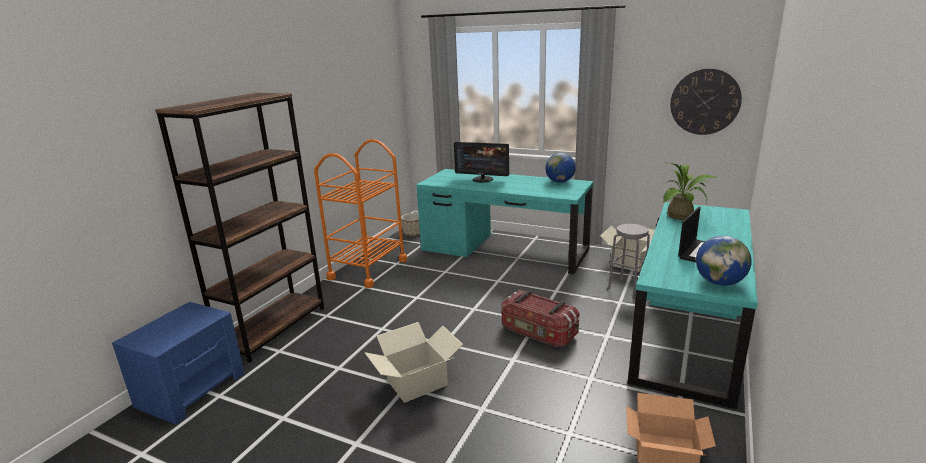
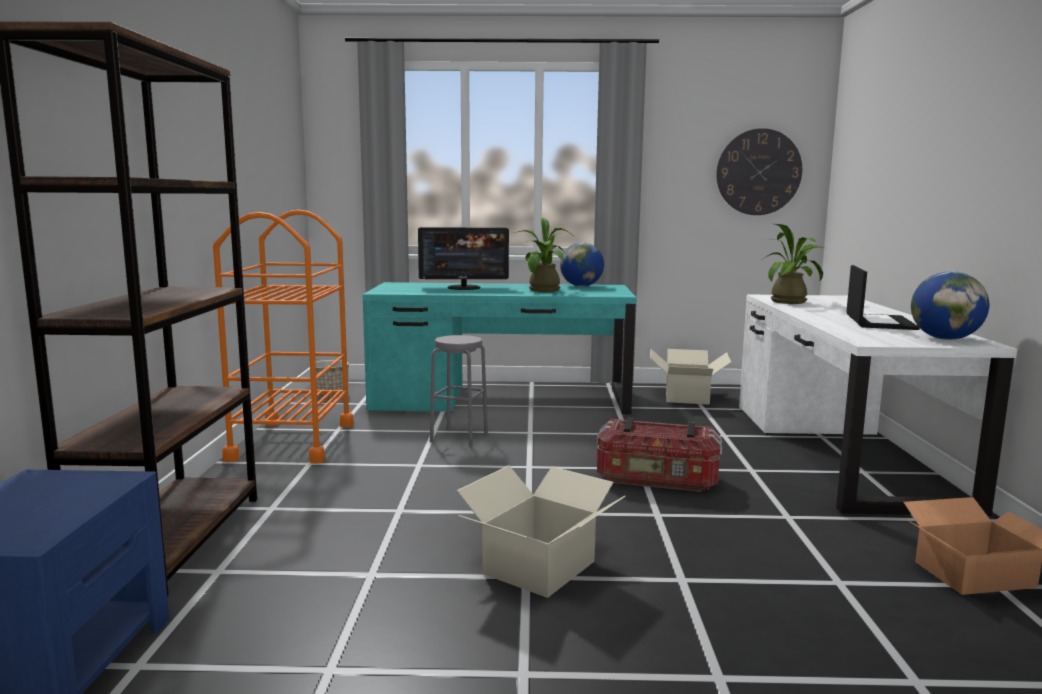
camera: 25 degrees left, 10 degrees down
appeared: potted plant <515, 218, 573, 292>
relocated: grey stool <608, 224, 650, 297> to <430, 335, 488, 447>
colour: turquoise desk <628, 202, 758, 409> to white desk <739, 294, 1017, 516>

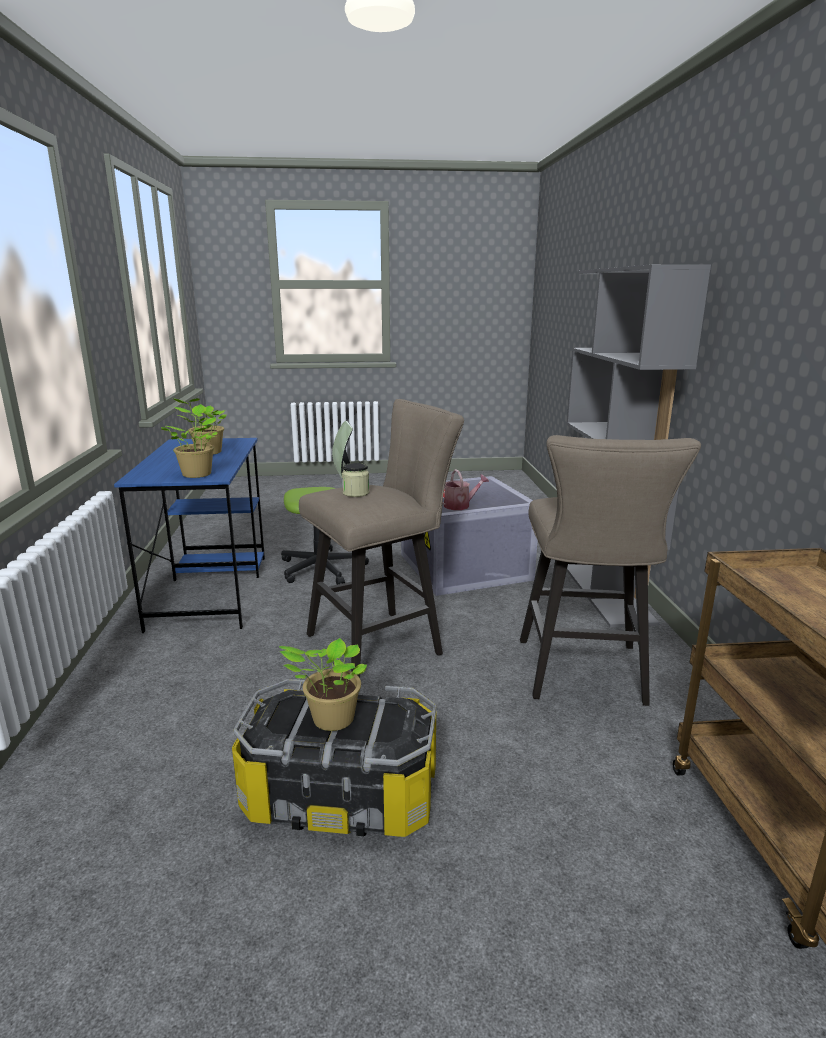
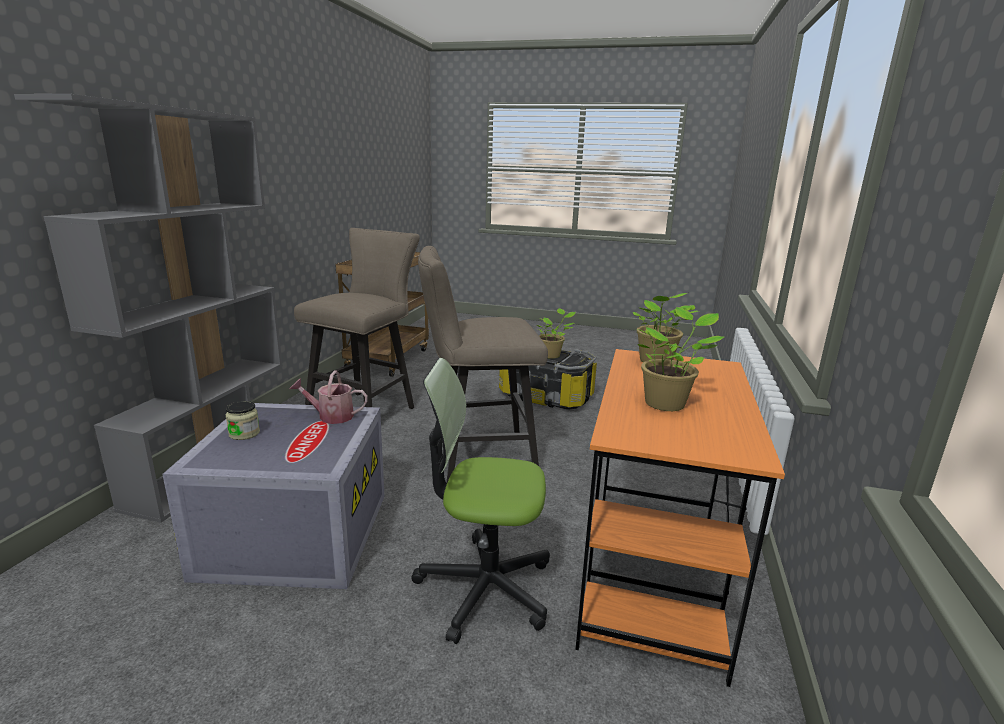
camera: 160 degrees left, 0 degrees up
relocated: jar <342, 463, 369, 497> to <226, 401, 260, 440>
colour: blue desk <114, 438, 265, 633> to orange desk <575, 349, 785, 687>

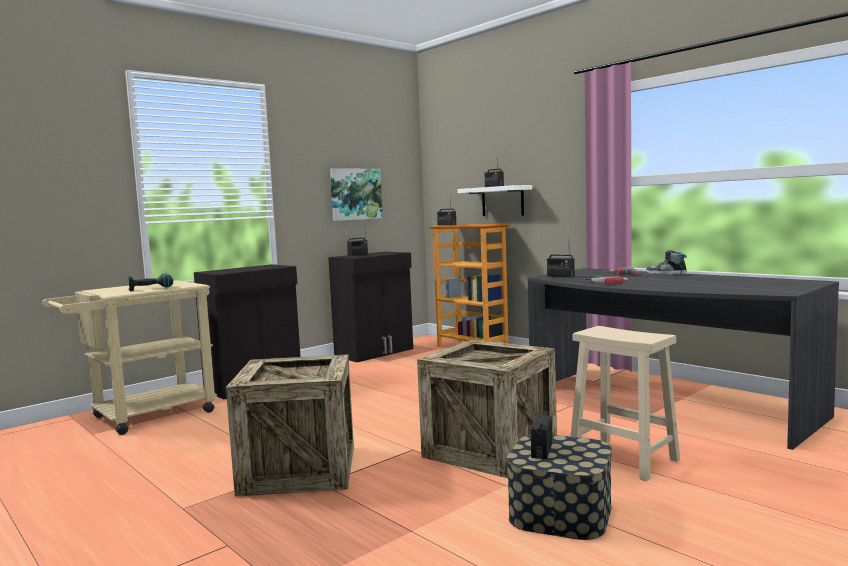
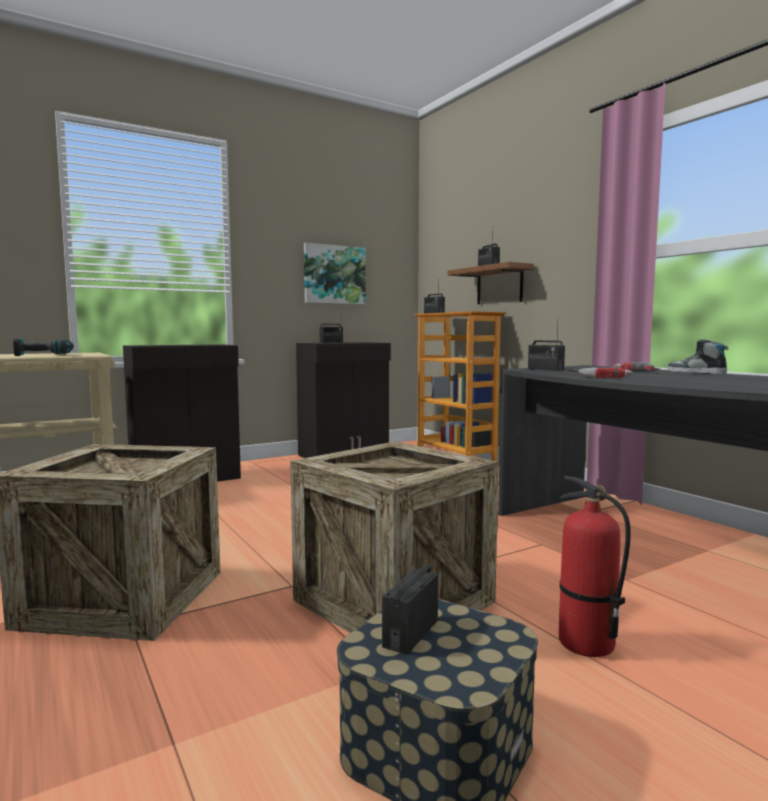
camera: 10 degrees right, 0 degrees up
exchanged: beige stool <571, 326, 680, 482> to fire extinguisher <559, 476, 631, 657>
colour: white shelf <457, 185, 532, 216> to brown shelf <448, 262, 534, 304>

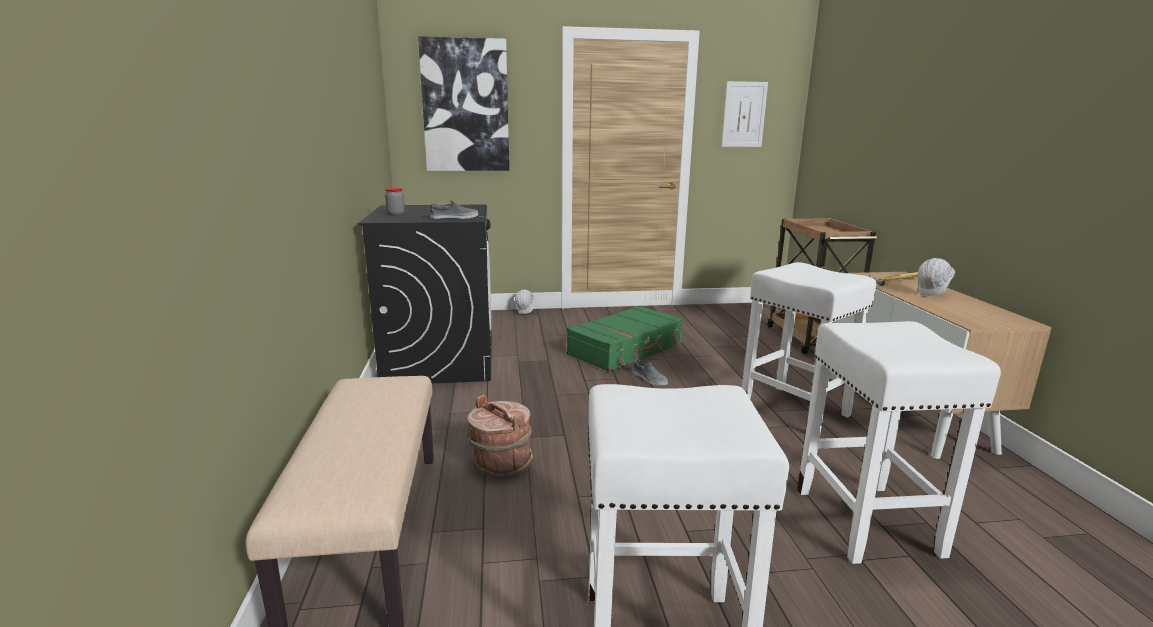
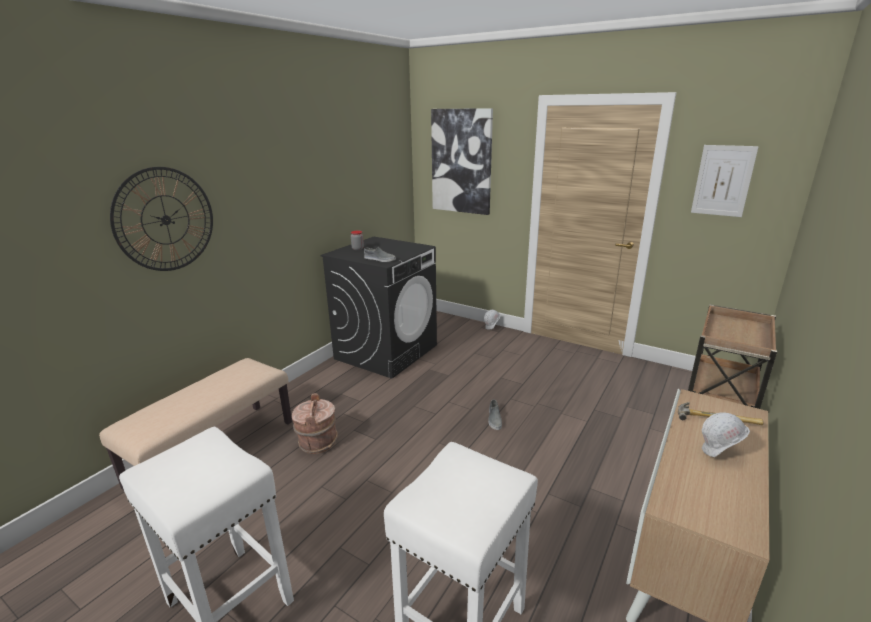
camera: 40 degrees right, 5 degrees up
missing: green suitcase <566, 305, 683, 372>; white stool <742, 262, 876, 417>
appeared: wall clock <110, 167, 213, 271>

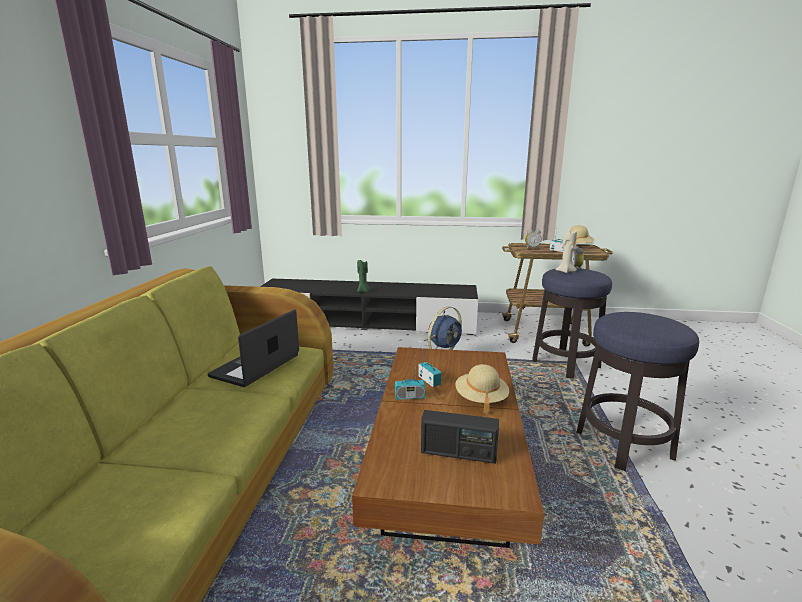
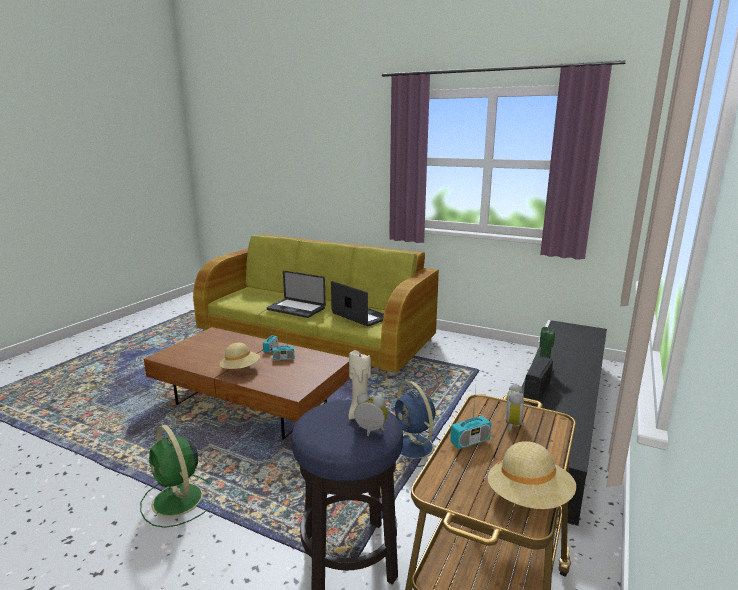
camera: 110 degrees right, 0 degrees up
appeared: laptop <267, 271, 326, 318>
relocated: radio <421, 410, 499, 464> to <524, 356, 553, 401>
exchanged: stool <576, 312, 699, 471> to green fan <140, 425, 212, 528>

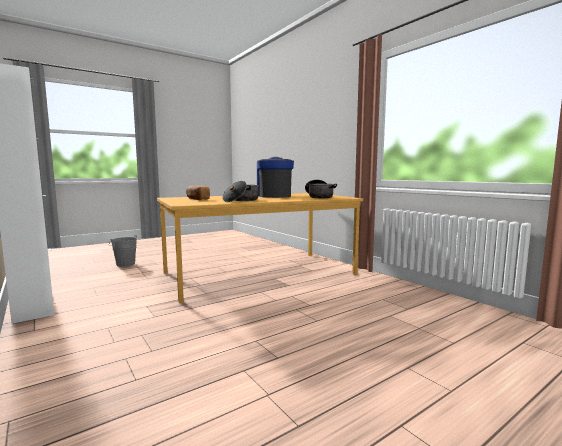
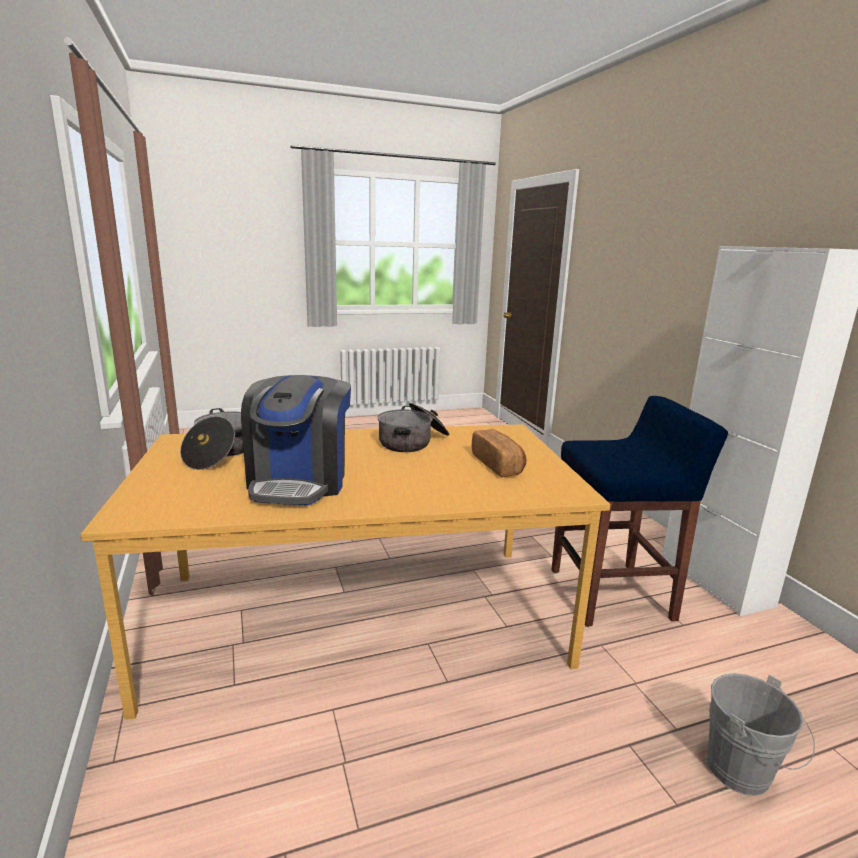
camera: 165 degrees left, 10 degrees up
appeared: blue stool <551, 396, 728, 627>

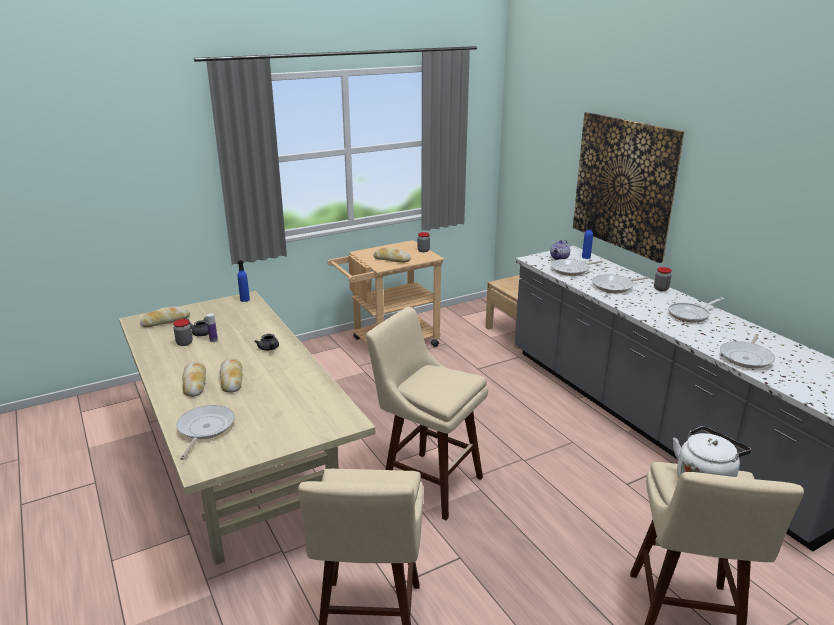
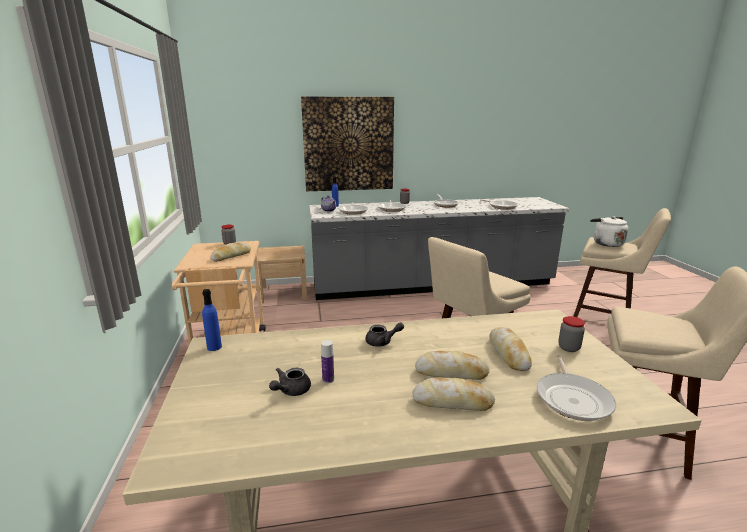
camera: 70 degrees left, 5 degrees down
relocated: bread <140, 307, 190, 327> to <489, 327, 532, 371>; jar <173, 319, 193, 346> to <558, 316, 585, 352>
spun: frying pan <176, 405, 235, 460> = <537, 355, 616, 421> 105 degrees counterclockwise

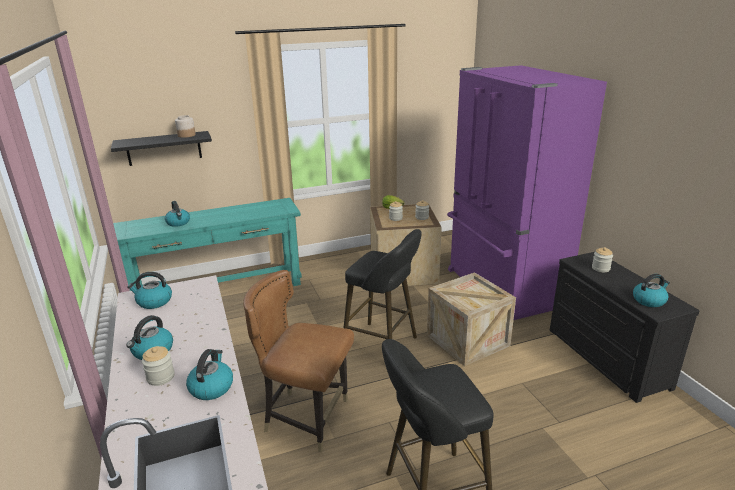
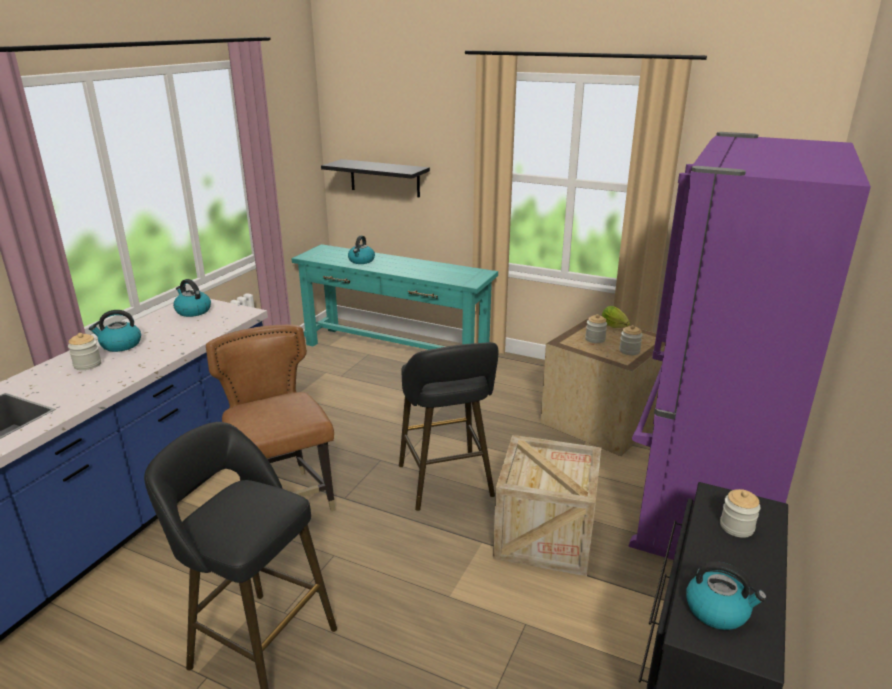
camera: 45 degrees right, 0 degrees up
missing: jar <175, 115, 196, 138>; kettle <186, 349, 233, 400>

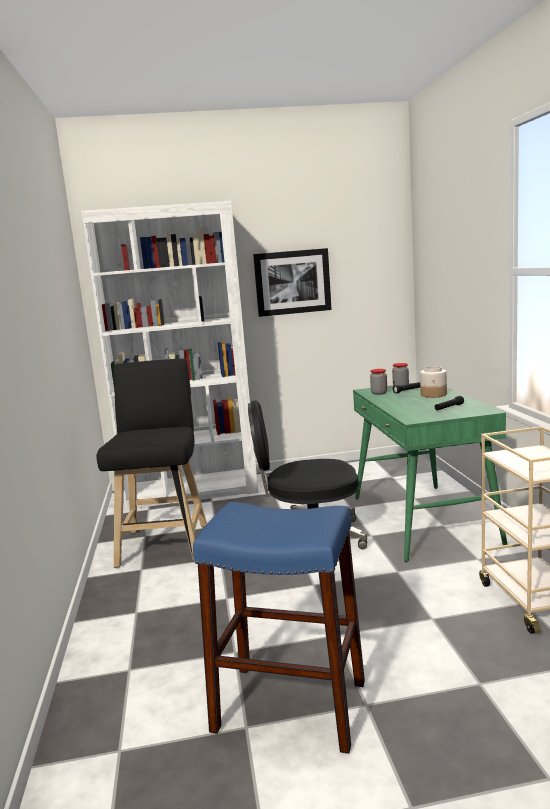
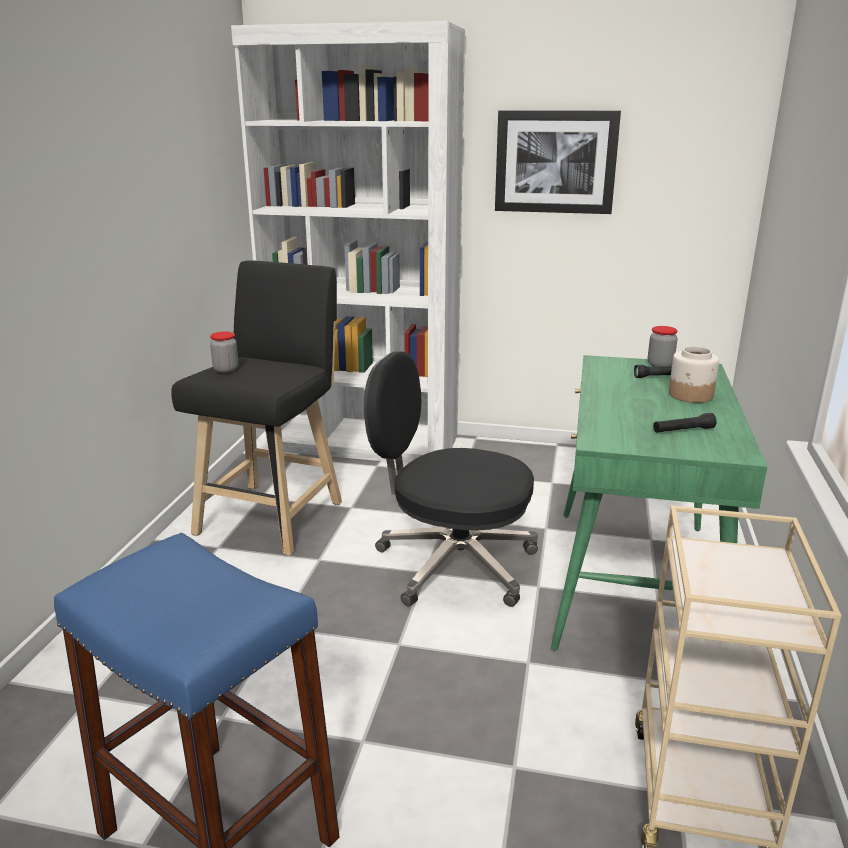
camera: 20 degrees right, 10 degrees up
relocated: jar <370, 369, 387, 395> to <210, 332, 238, 373>

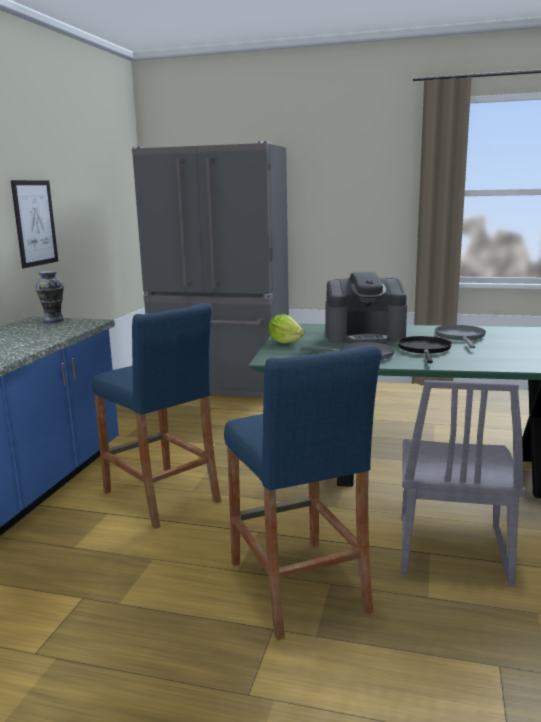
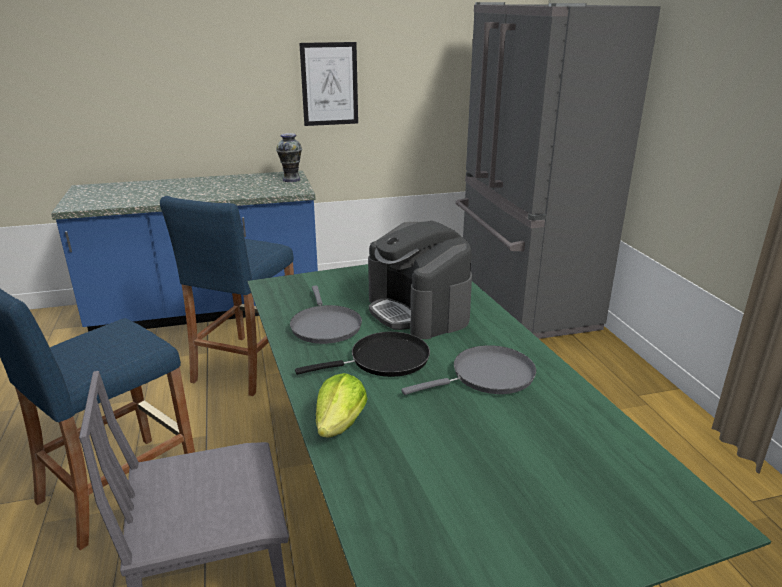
camera: 60 degrees right, 10 degrees up
relocated: lettuce <269, 314, 304, 344> to <316, 373, 367, 437>

